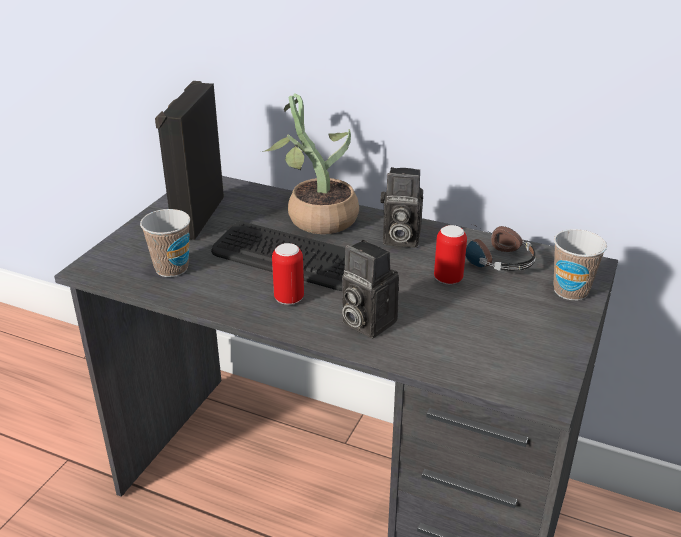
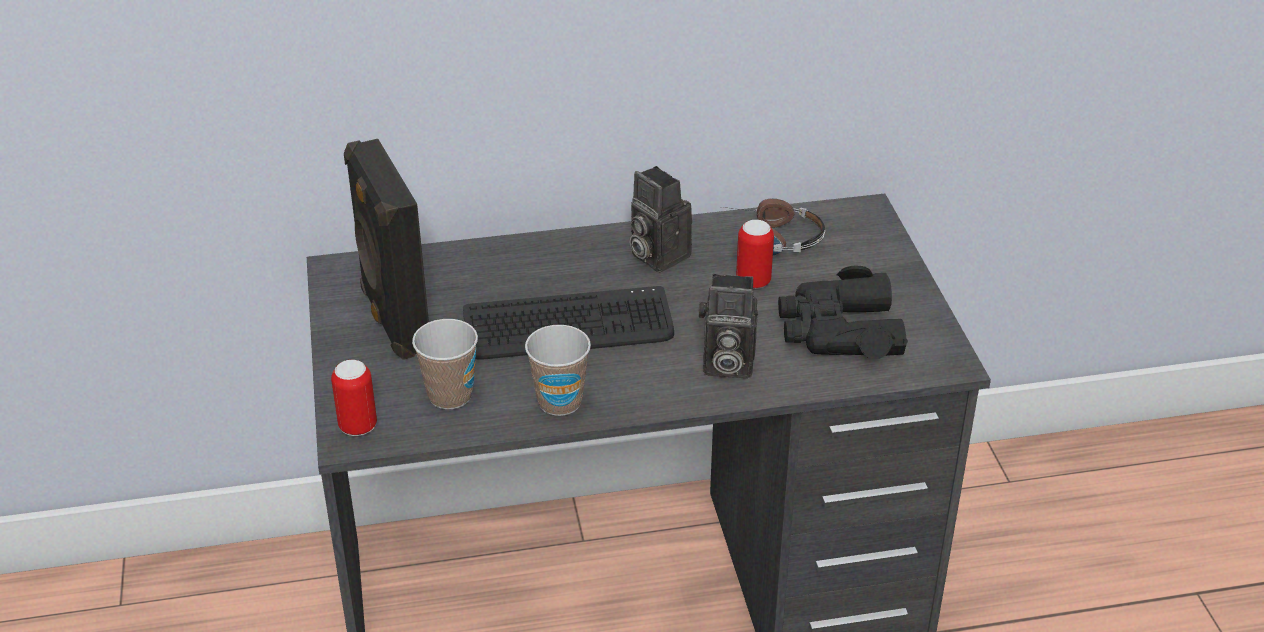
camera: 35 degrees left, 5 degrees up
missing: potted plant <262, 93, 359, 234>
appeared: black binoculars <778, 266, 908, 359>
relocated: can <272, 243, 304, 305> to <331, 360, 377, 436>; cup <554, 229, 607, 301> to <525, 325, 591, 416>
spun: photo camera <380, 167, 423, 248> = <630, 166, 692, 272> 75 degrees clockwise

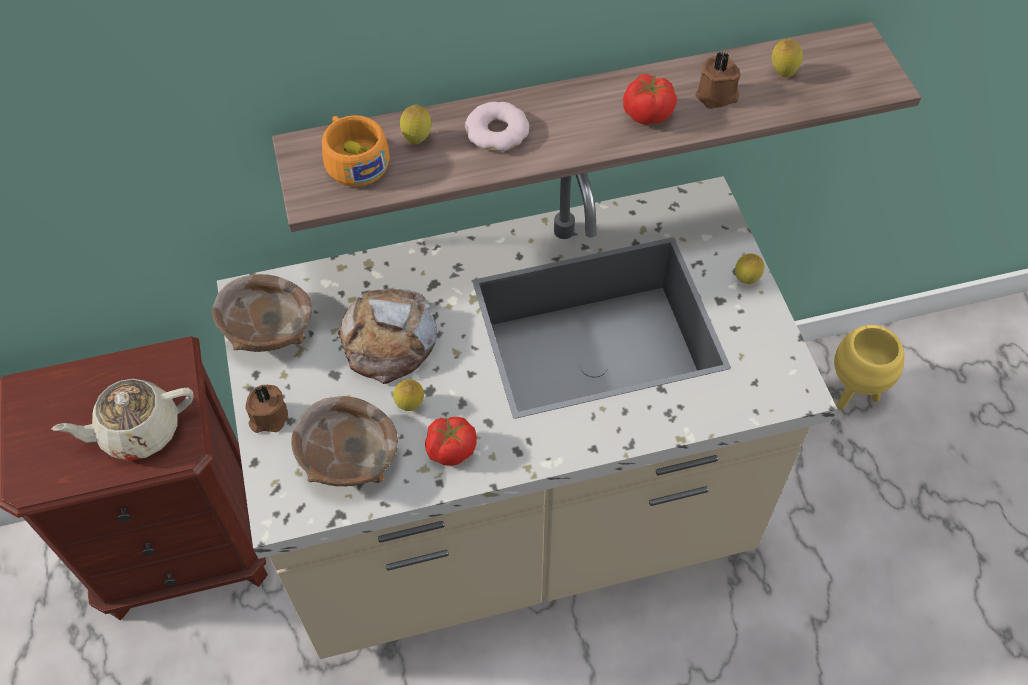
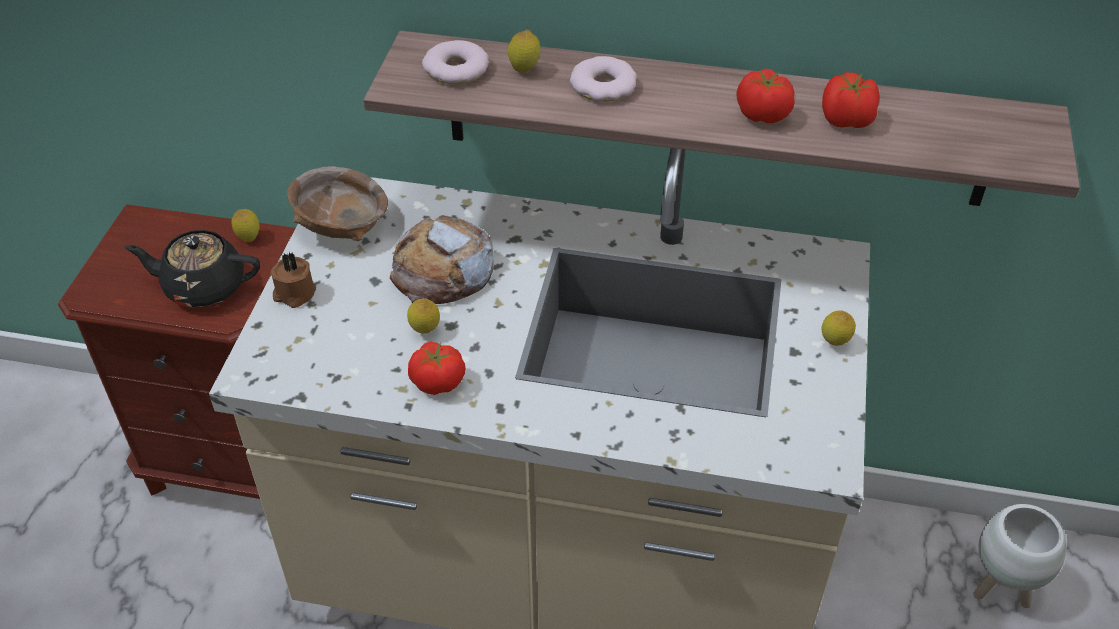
camera: 25 degrees right, 10 degrees down
missing: brown bowl <291, 396, 398, 486>
relocated: lemon <772, 39, 803, 77> to <231, 209, 259, 242>
exchanged: orange cup <322, 115, 390, 187> to donut <422, 40, 489, 84>; brown candle <695, 51, 741, 109> to tomato <822, 72, 880, 128>
colour: beige teapot <52, 379, 193, 461> to black teapot <124, 230, 260, 308>; yellow planter <834, 325, 905, 410> to white planter <973, 504, 1066, 608>

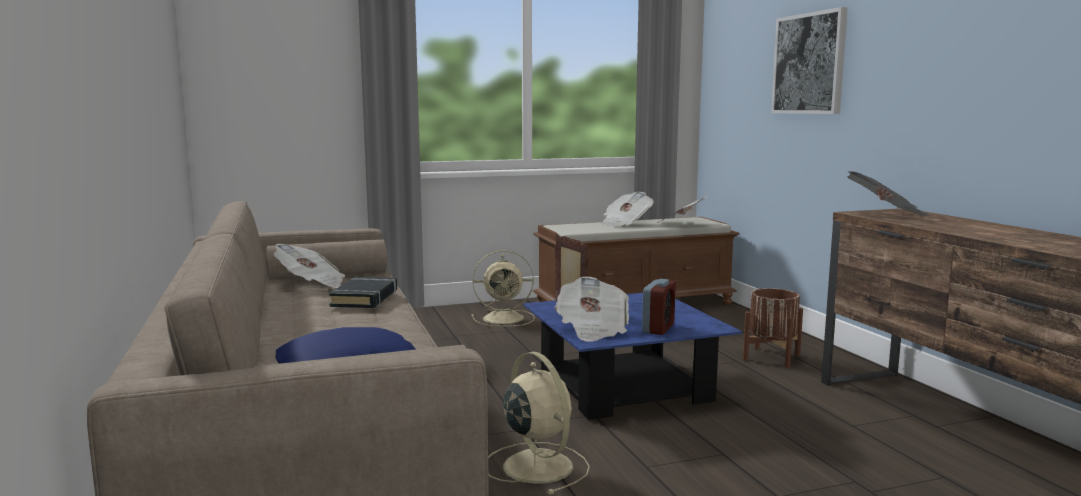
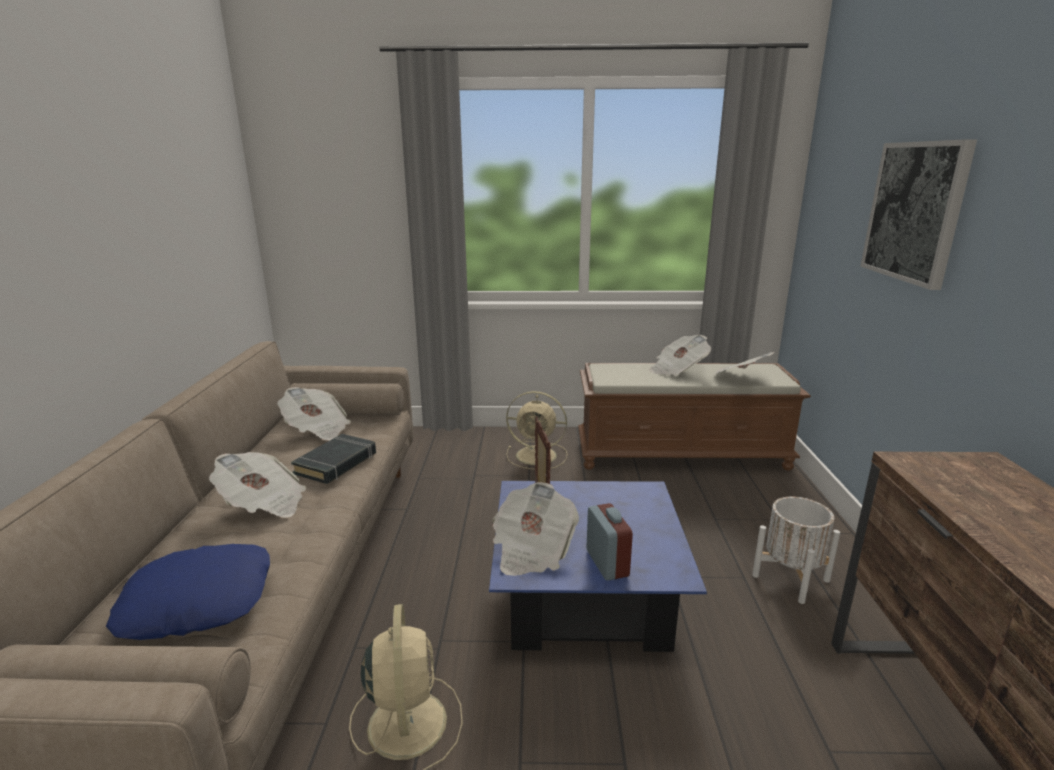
camera: 20 degrees right, 10 degrees up
relocated: newspaper <847, 171, 931, 216> to <209, 452, 306, 518>
colour: brown planter <743, 288, 803, 368> to white planter <752, 497, 840, 604>
spun: alarm clock <642, 279, 676, 335> = <586, 503, 633, 581> 60 degrees counterclockwise

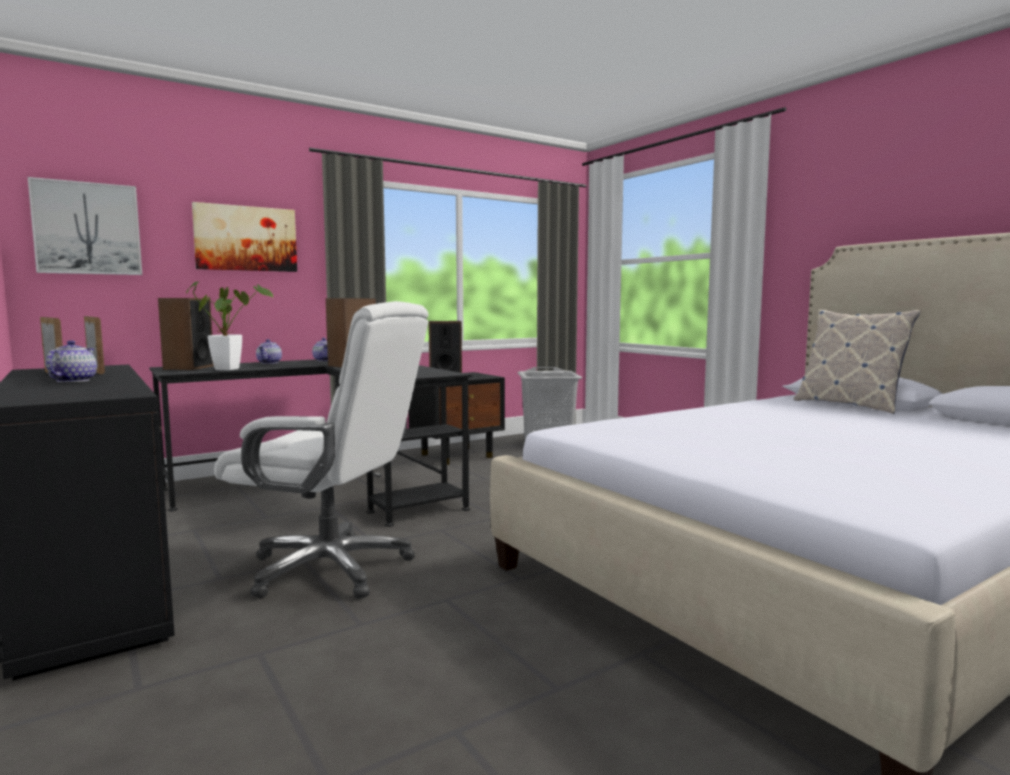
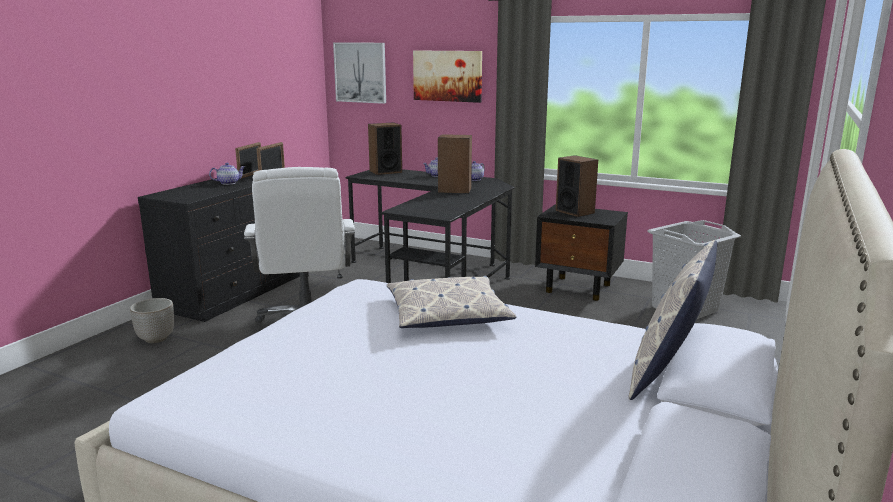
camera: 60 degrees right, 10 degrees up
missing: potted plant <187, 281, 273, 371>
appeared: planter <130, 298, 174, 343>; pillow <387, 276, 516, 328>

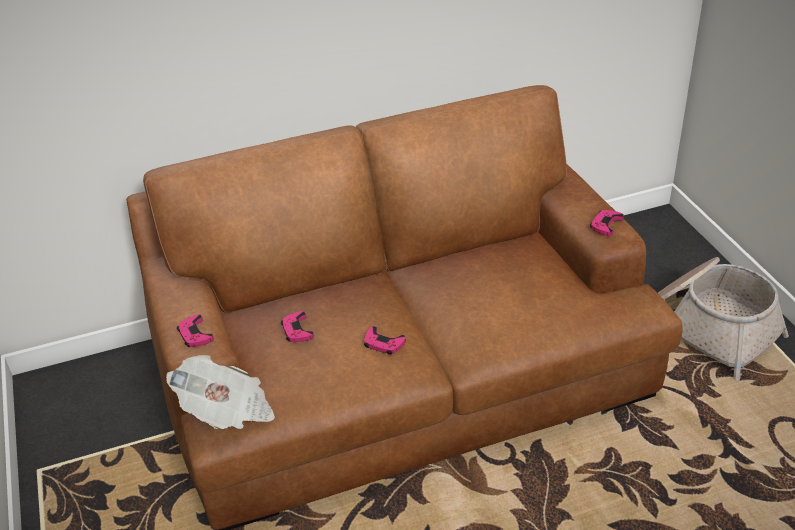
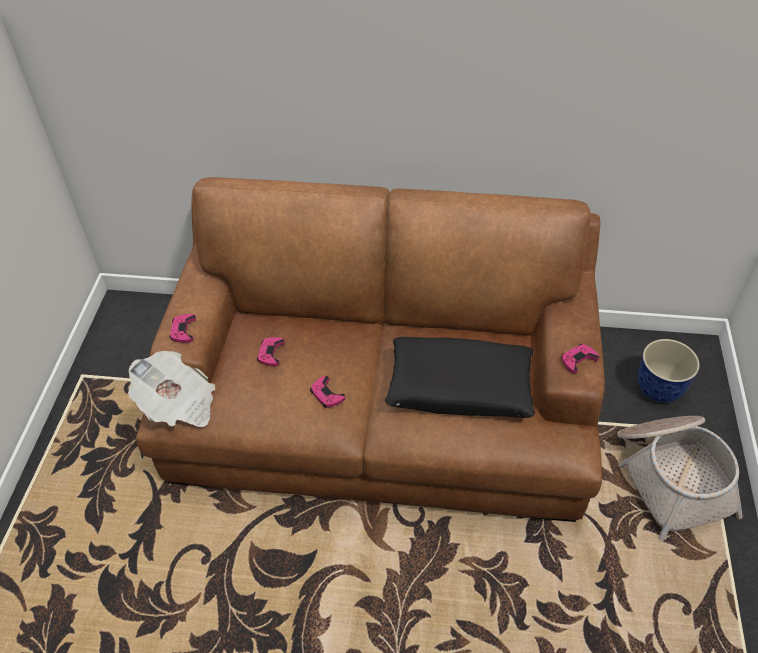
camera: 25 degrees right, 10 degrees up
appeared: black pillow <385, 337, 535, 418>; planter <638, 339, 700, 403>

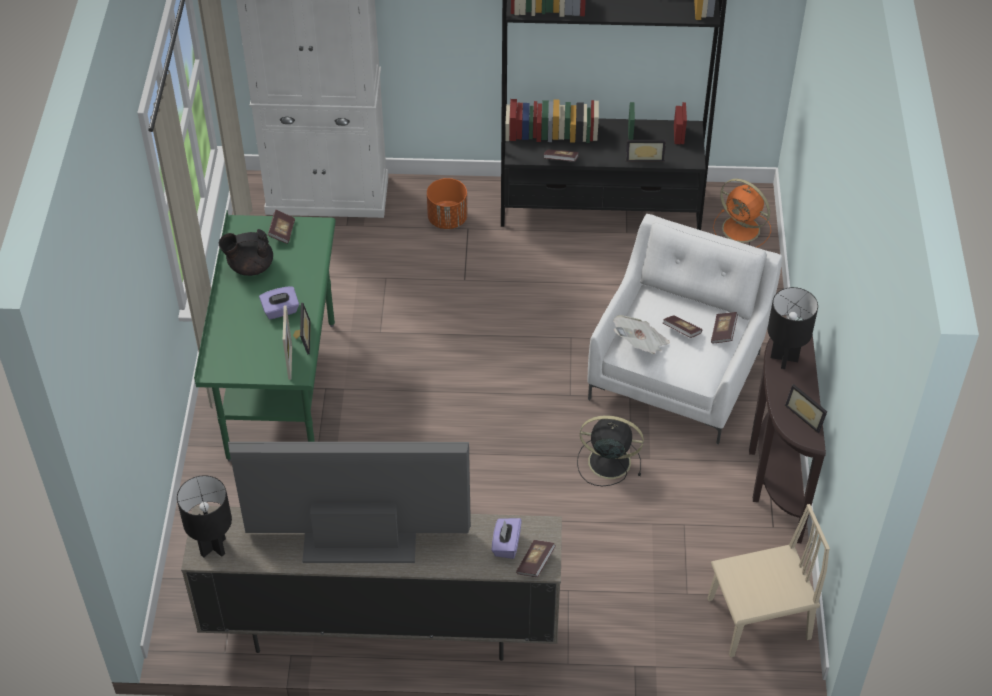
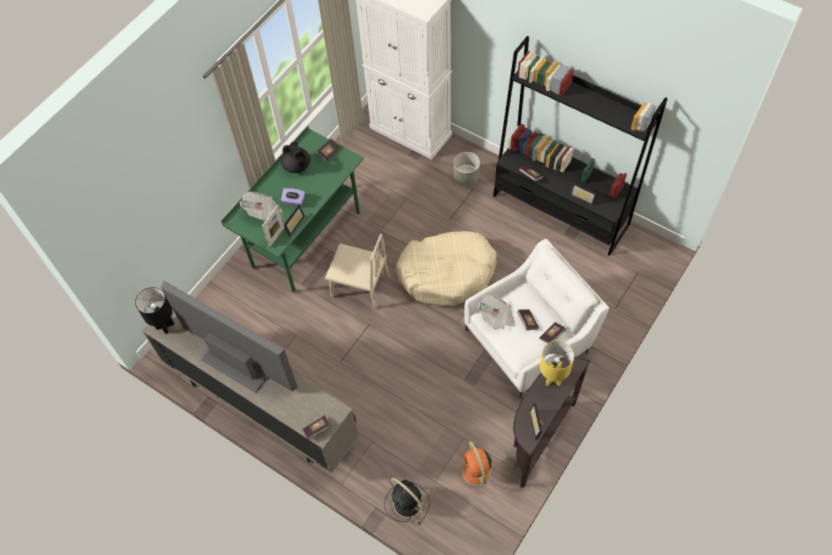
camera: 35 degrees right, 10 degrees up
missing: purple tissue box <492, 518, 522, 559>
appeared: newspaper <239, 191, 282, 220>; beige dog bed <396, 231, 497, 306>
relocated: black fan <577, 415, 644, 486> to <384, 478, 430, 524>; beige chair <707, 504, 830, 658> to <325, 234, 389, 309>; orange fan <713, 179, 771, 248> to <455, 441, 499, 494>
colour: orange planter <427, 178, 468, 229> to grey planter <453, 152, 480, 185>; black table lamp <768, 287, 818, 369> to yellow table lamp <540, 341, 574, 386>
spun: black teapot <219, 229, 273, 276> = <281, 142, 311, 173> 150 degrees counterclockwise

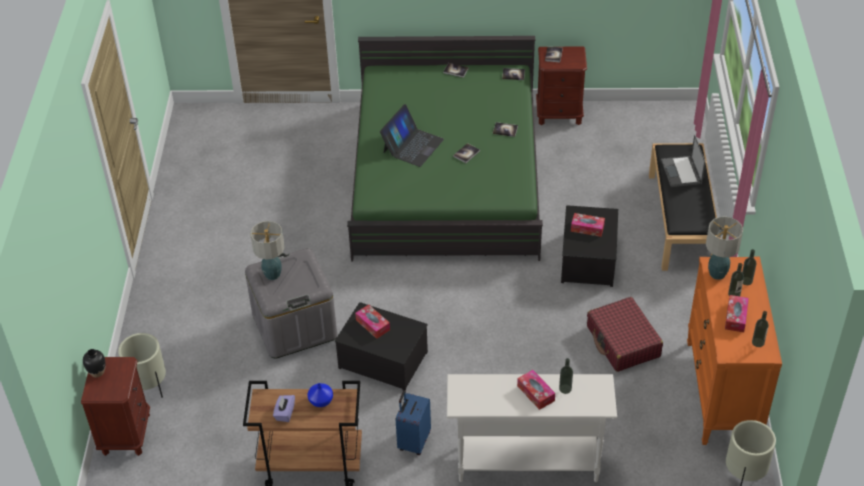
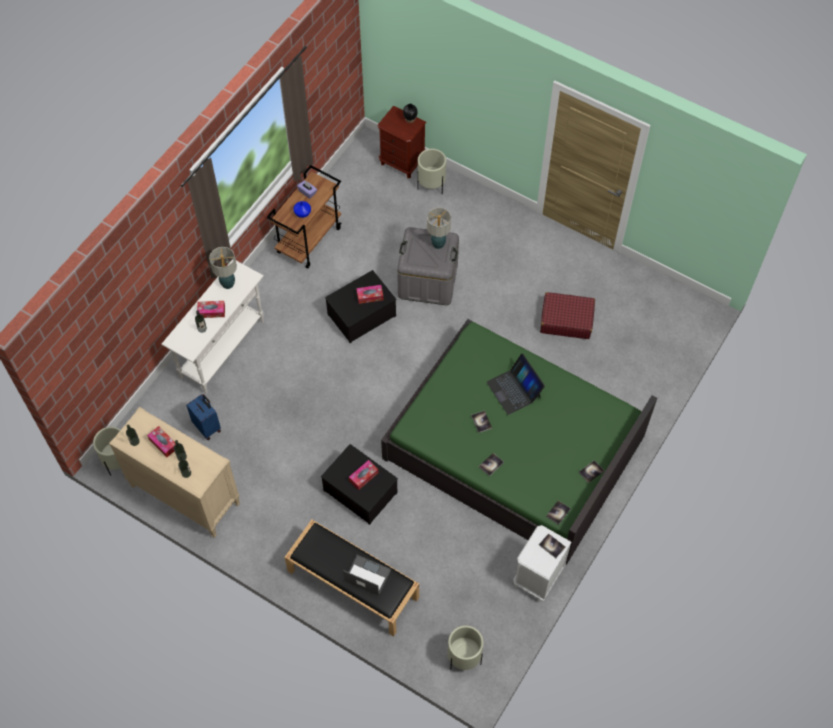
camera: 120 degrees right, 15 degrees up
appeared: beige planter <448, 625, 484, 670>
relocated: blue suitcase <396, 390, 431, 455> to <186, 394, 221, 440>; red suitcase <587, 297, 663, 372> to <540, 292, 595, 339>; table lamp <706, 216, 743, 280> to <209, 247, 237, 289>
colour: brown nightstand <536, 47, 587, 125> to white nightstand <513, 525, 572, 601>; orange dresser <687, 257, 782, 445> to beige dresser <109, 407, 240, 538>

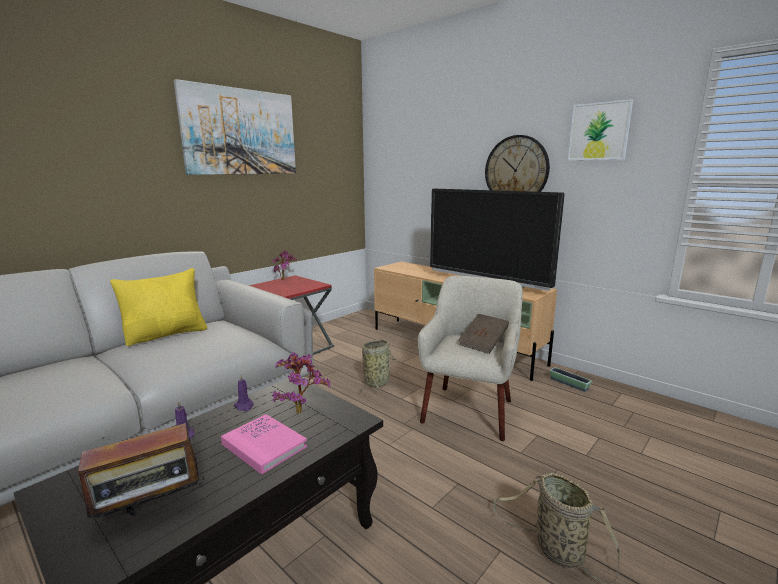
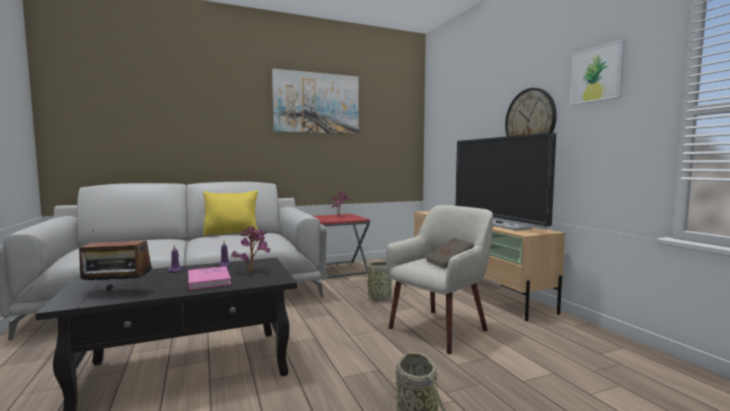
camera: 25 degrees right, 10 degrees down
missing: planter <550, 367, 592, 392>

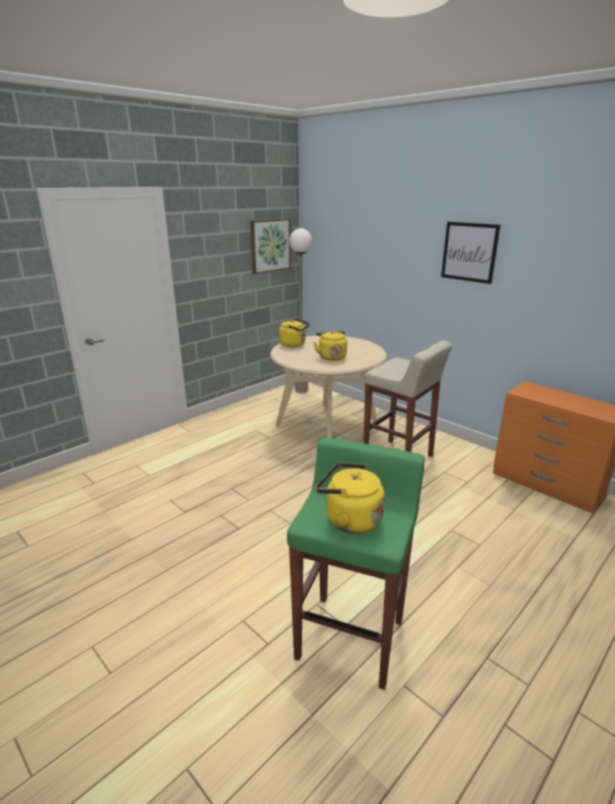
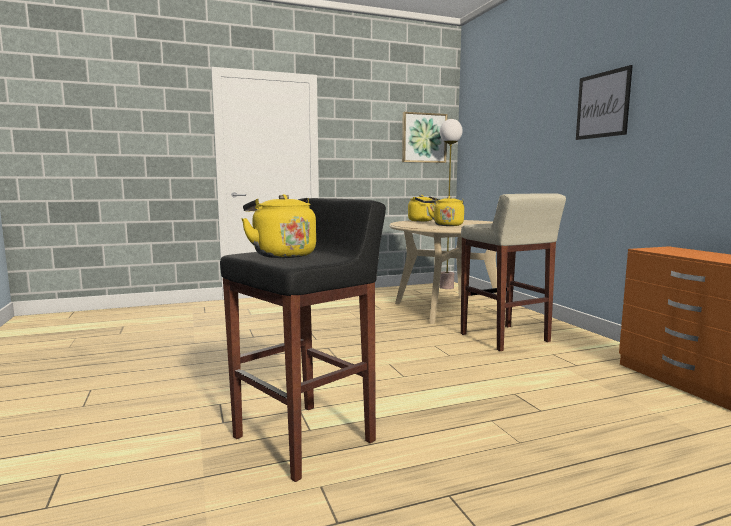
camera: 25 degrees right, 15 degrees down
colour: green stool <287, 438, 425, 690> to black stool <220, 198, 386, 482>

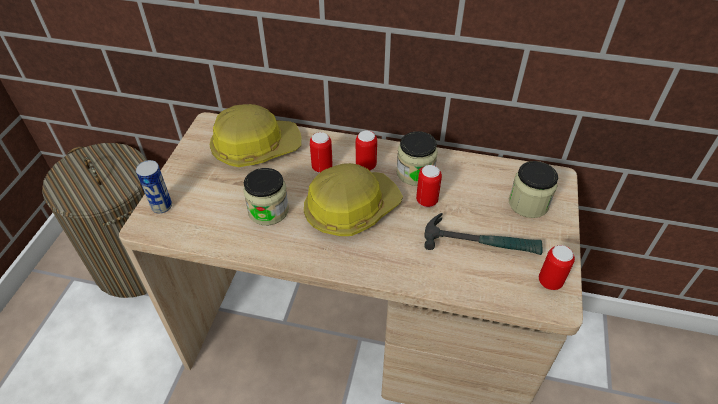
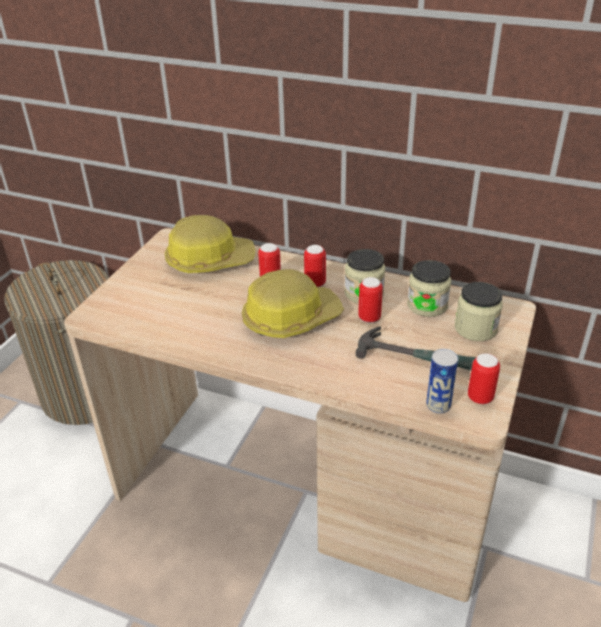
camera: 10 degrees right, 10 degrees down
relocated: can <136, 160, 172, 214> to <426, 349, 458, 413>; jar <243, 168, 289, 225> to <407, 260, 451, 317>

